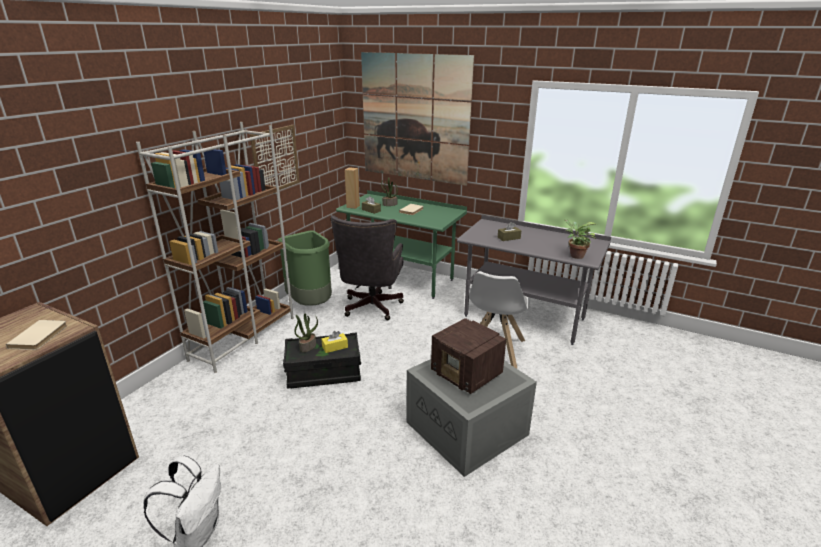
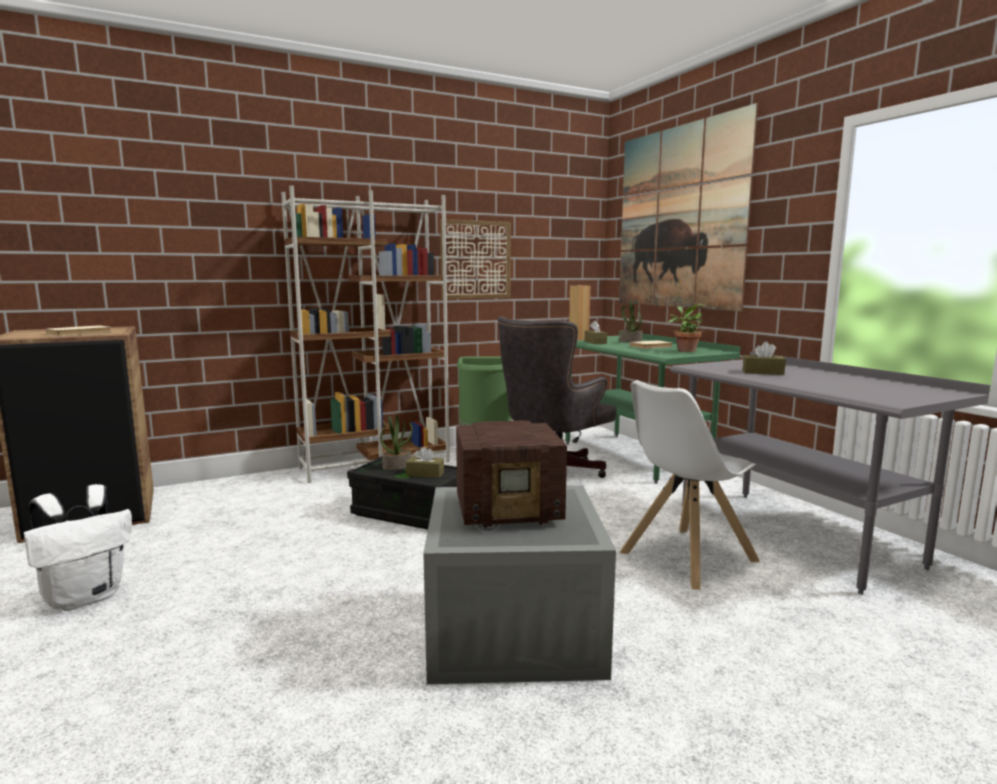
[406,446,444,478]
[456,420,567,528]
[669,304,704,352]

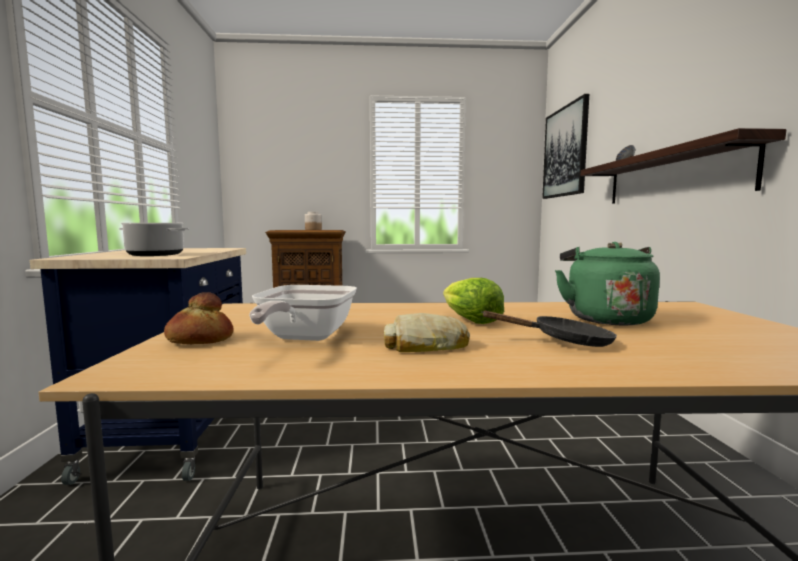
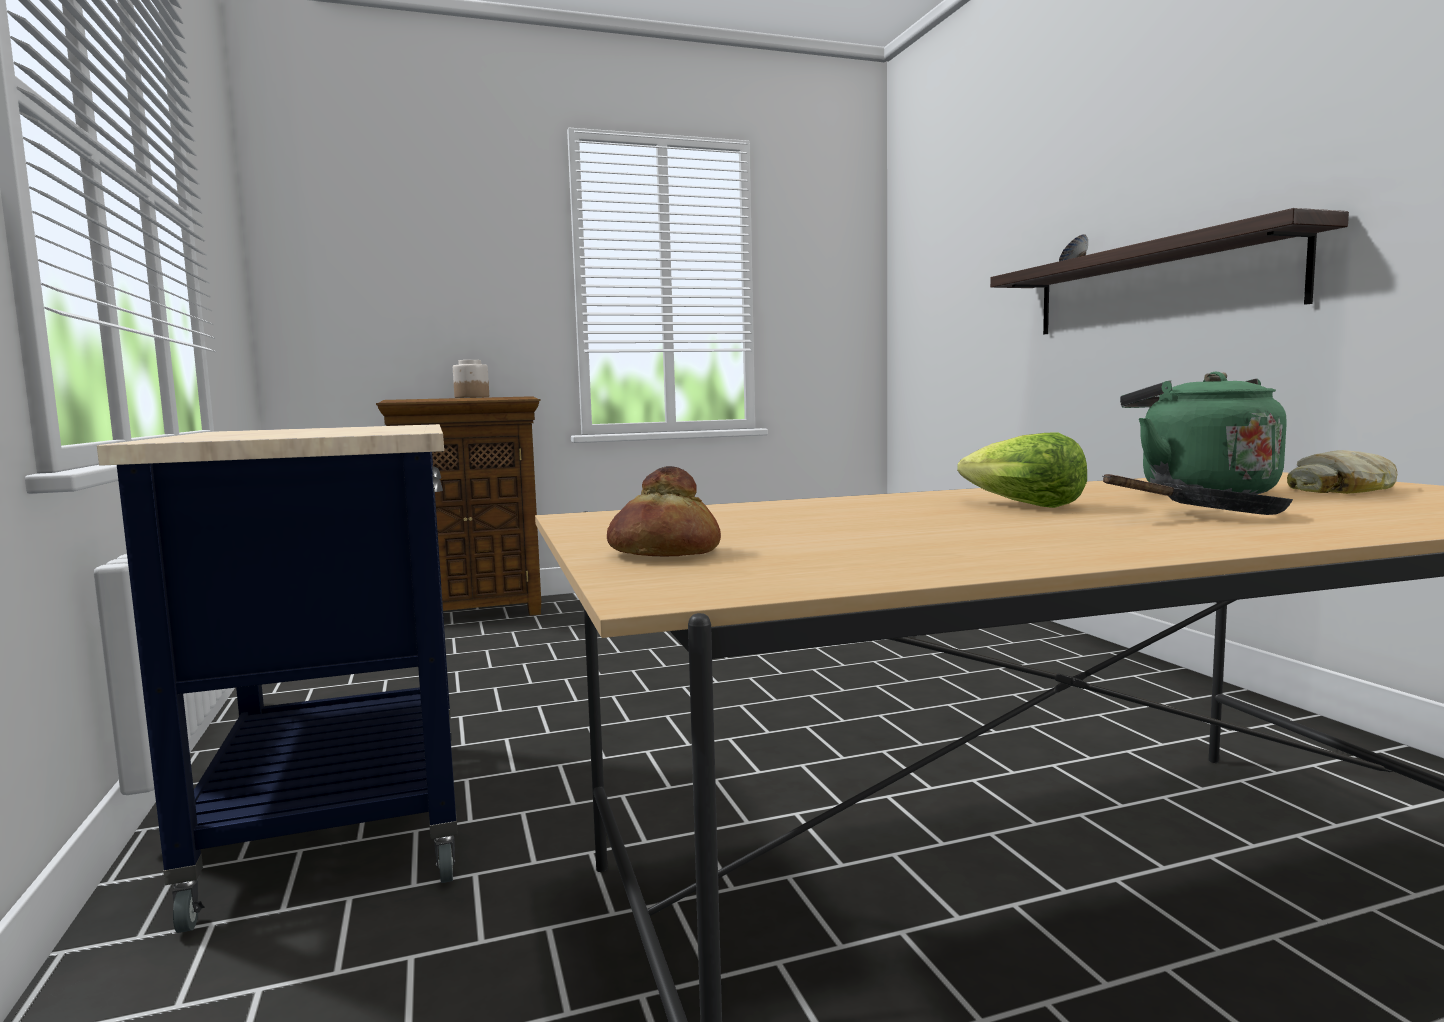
[119,223,189,256] (first image)
[249,285,357,341] (first image)
[1287,450,1397,494]
[542,94,589,199] (first image)

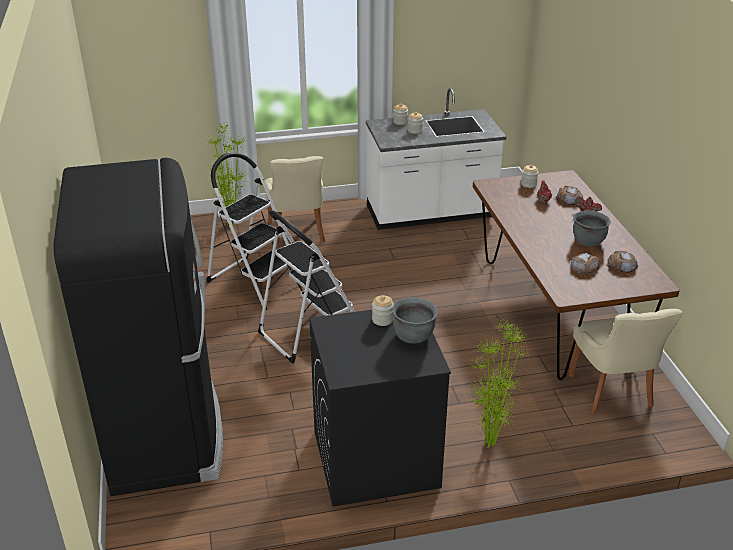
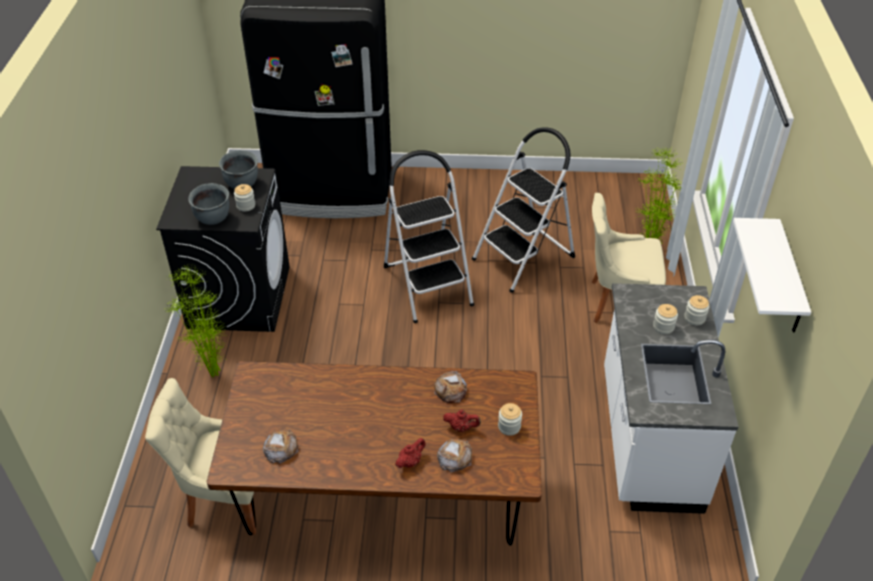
[434,371,467,403]
[219,150,258,189]
[733,218,811,333]

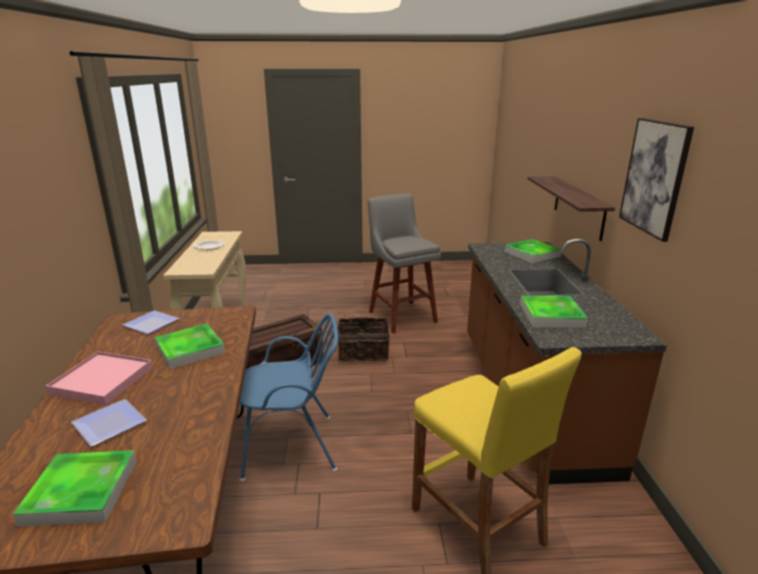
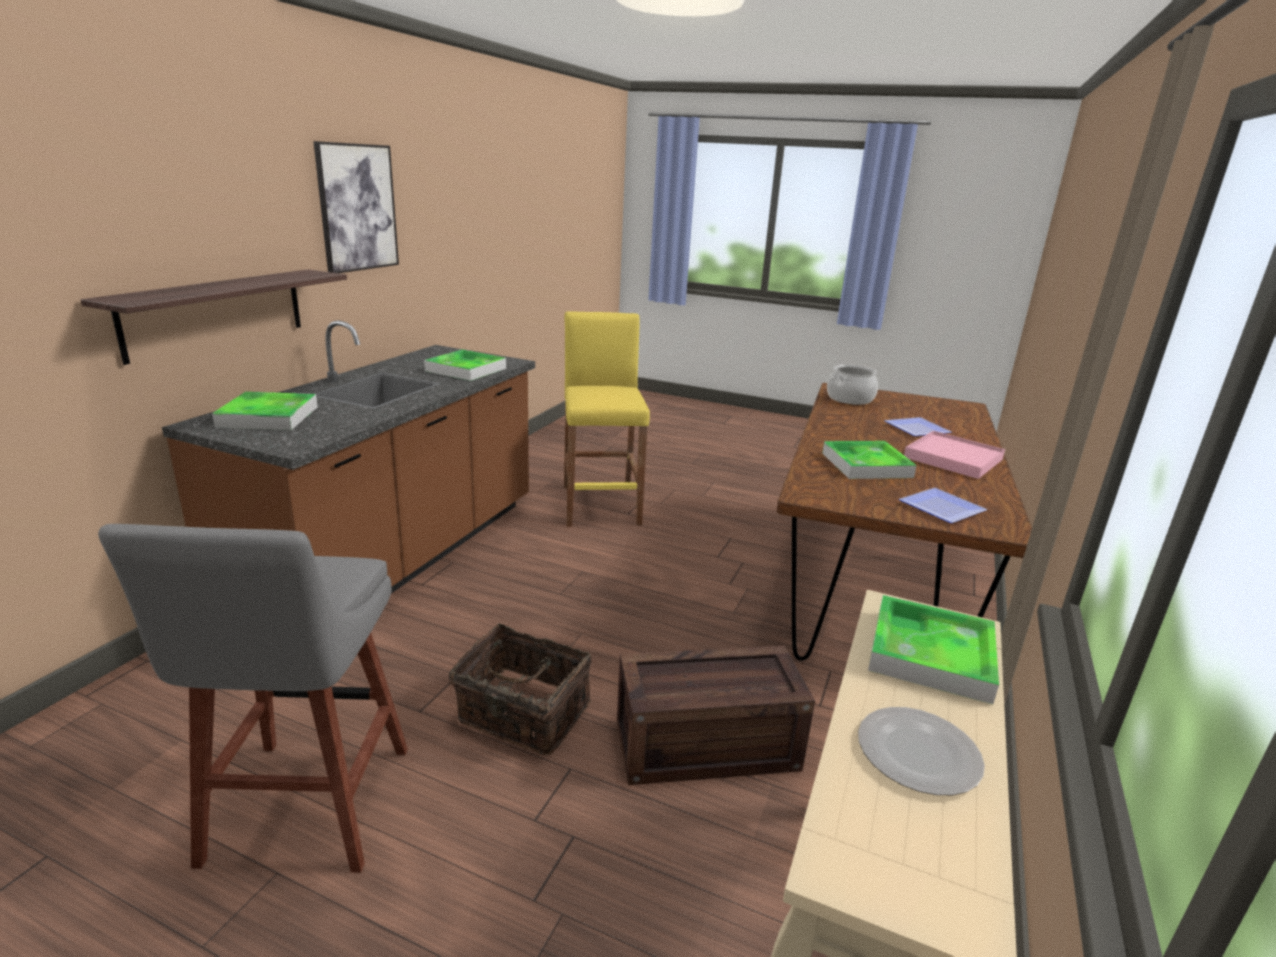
[868,595,999,704]
[240,313,338,481] (first image)
[827,365,878,405]

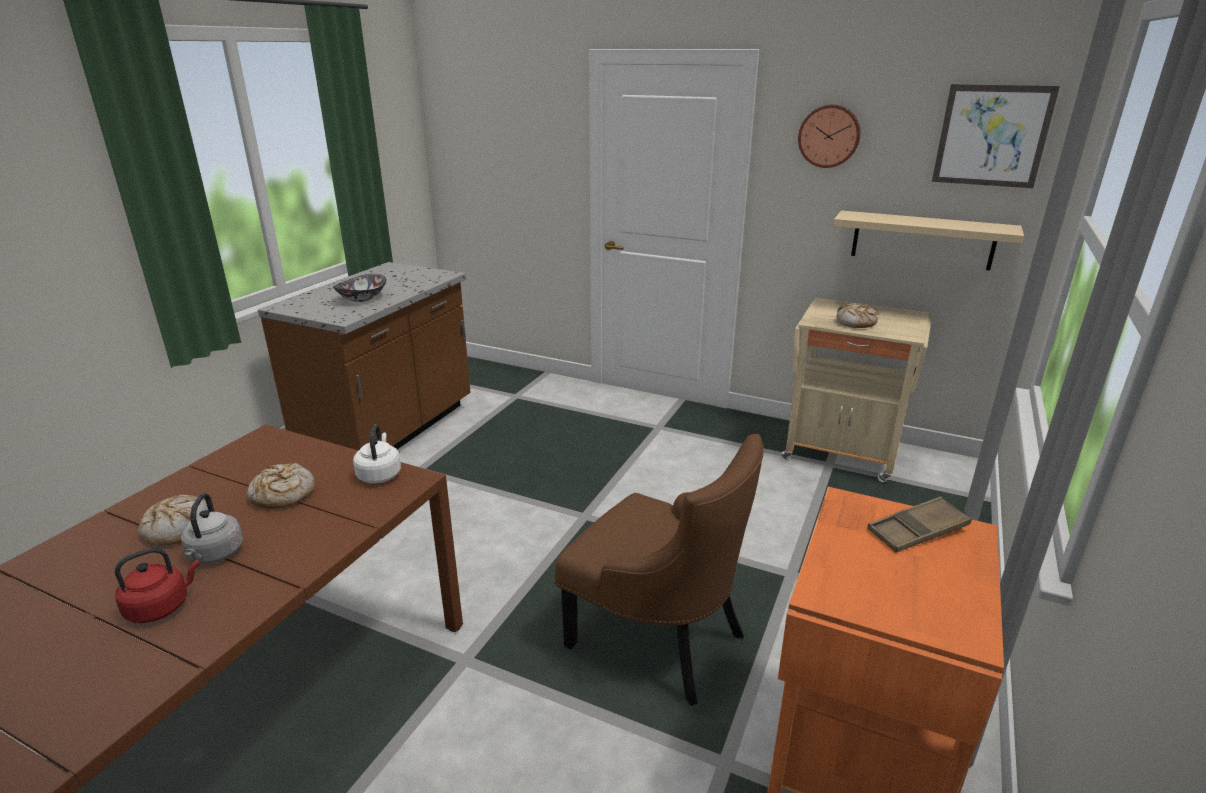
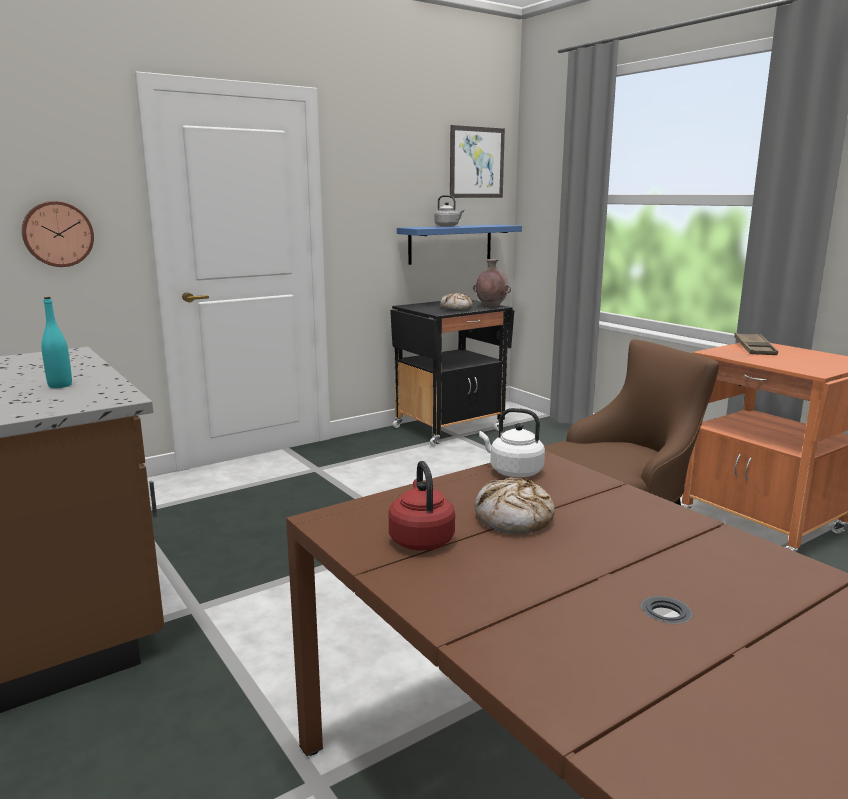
[389,461,455,550]
[138,495,208,545] (first image)
[435,195,464,227]
[41,297,72,388]
[390,300,514,446]
[22,201,94,267]
[397,225,522,265]
[473,259,511,307]

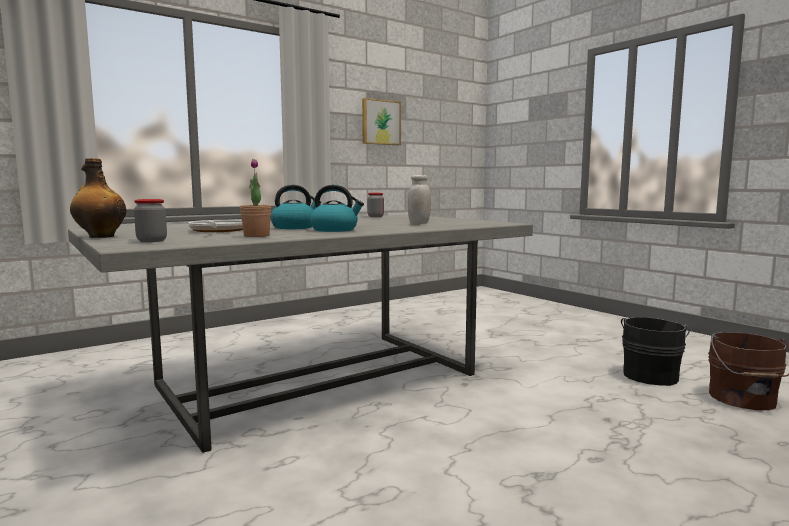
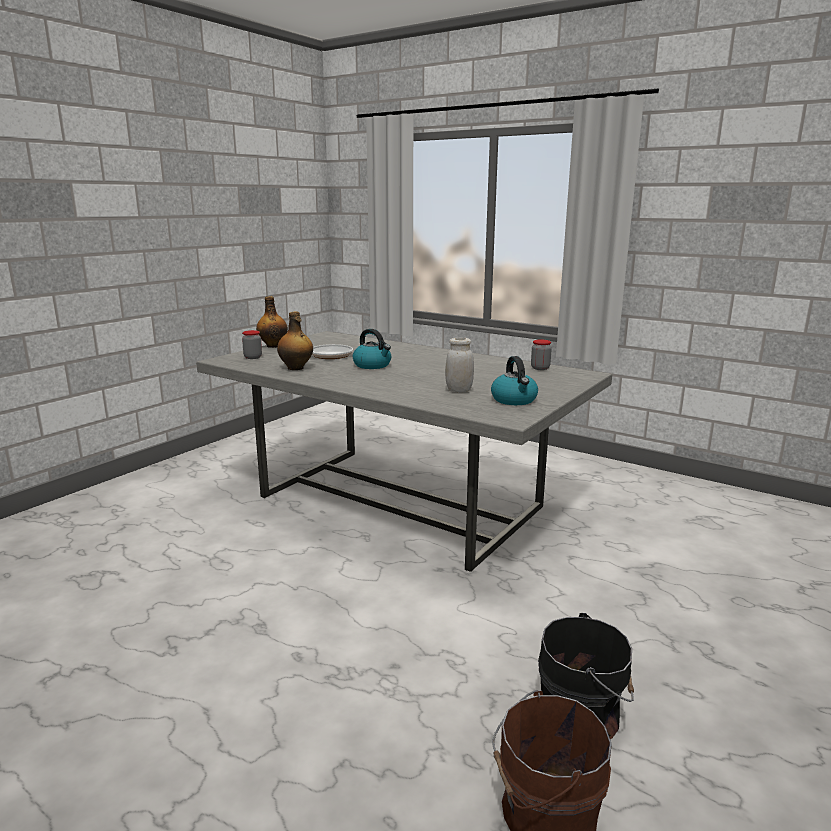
[277,312,313,370]
[491,356,538,405]
[362,98,401,145] (first image)

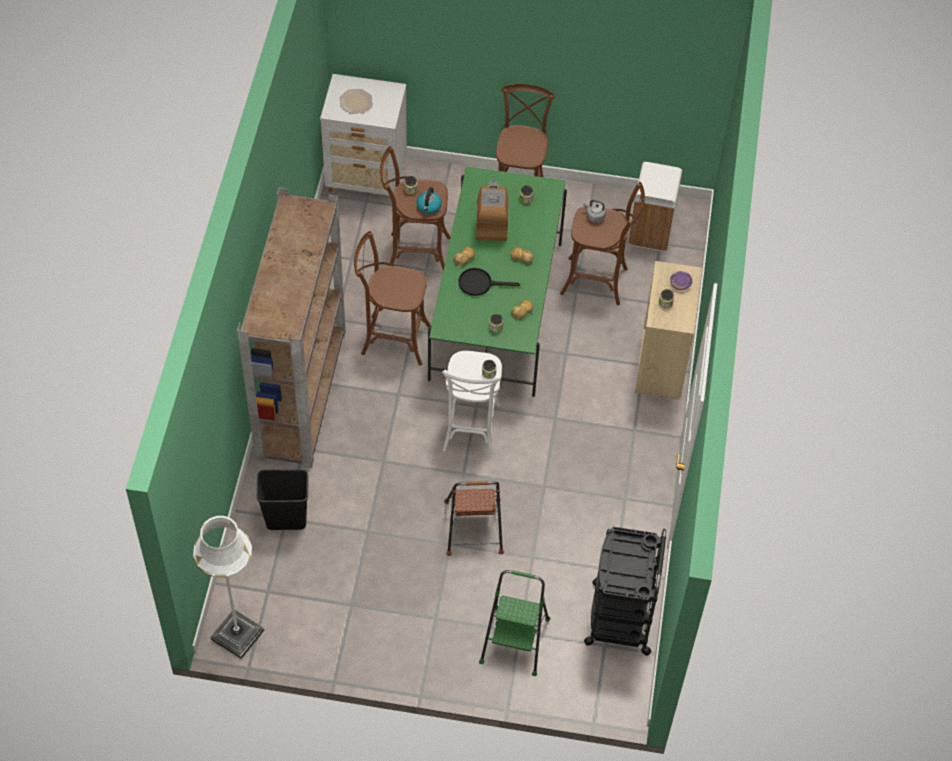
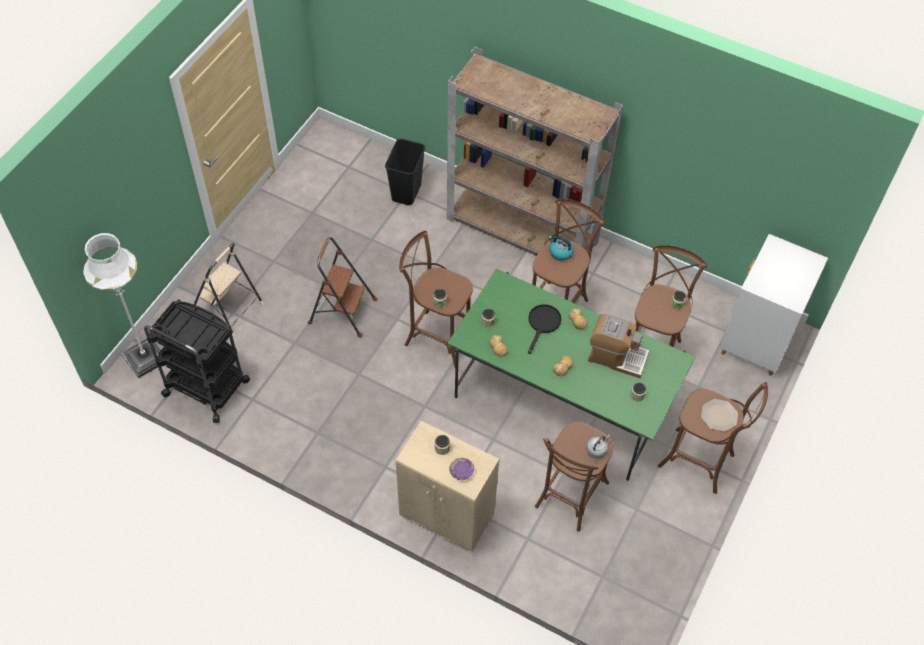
[83,233,161,378]
[701,399,738,432]
[548,236,574,261]
[399,231,473,367]
[194,243,265,338]
[628,162,682,251] (first image)

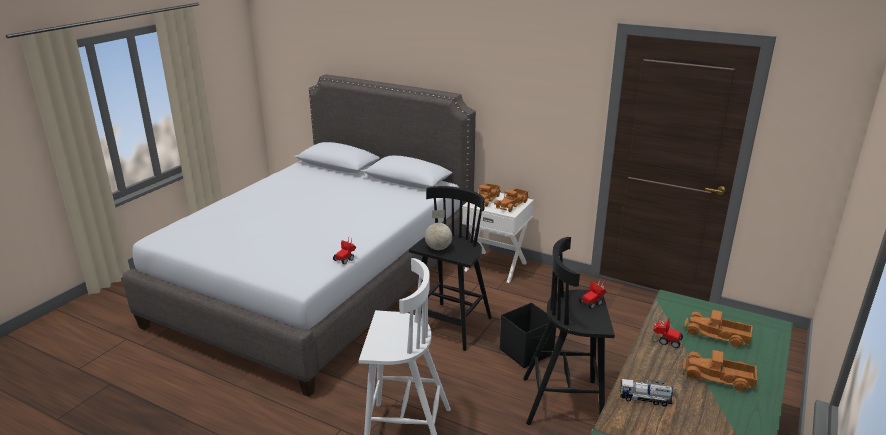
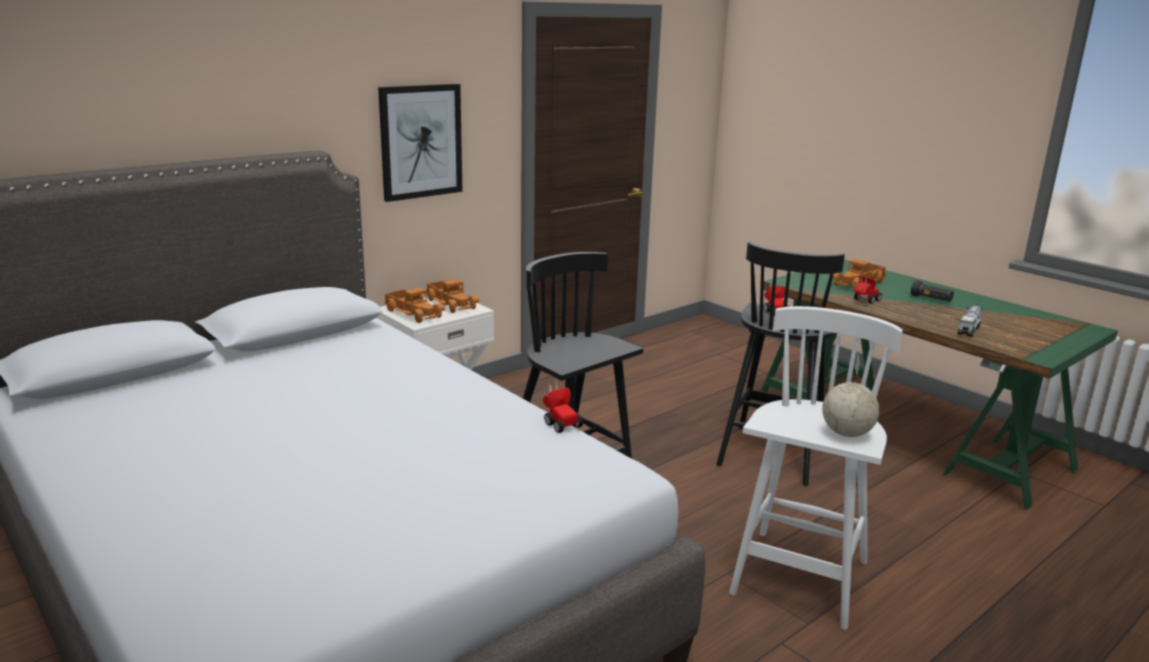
[822,354,879,437]
[500,303,556,368] (first image)
[911,280,954,302]
[378,84,462,202]

